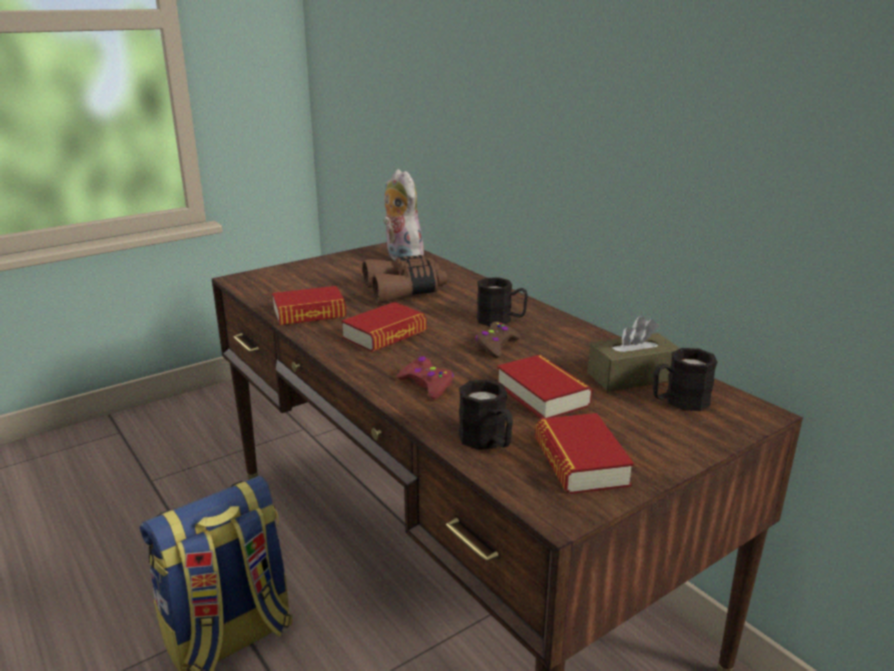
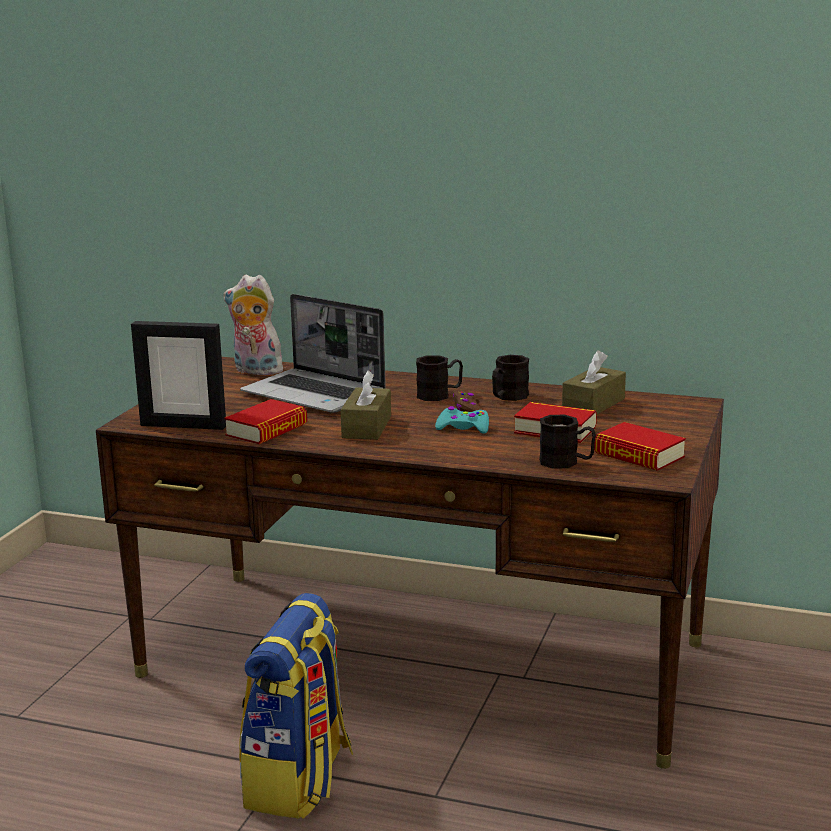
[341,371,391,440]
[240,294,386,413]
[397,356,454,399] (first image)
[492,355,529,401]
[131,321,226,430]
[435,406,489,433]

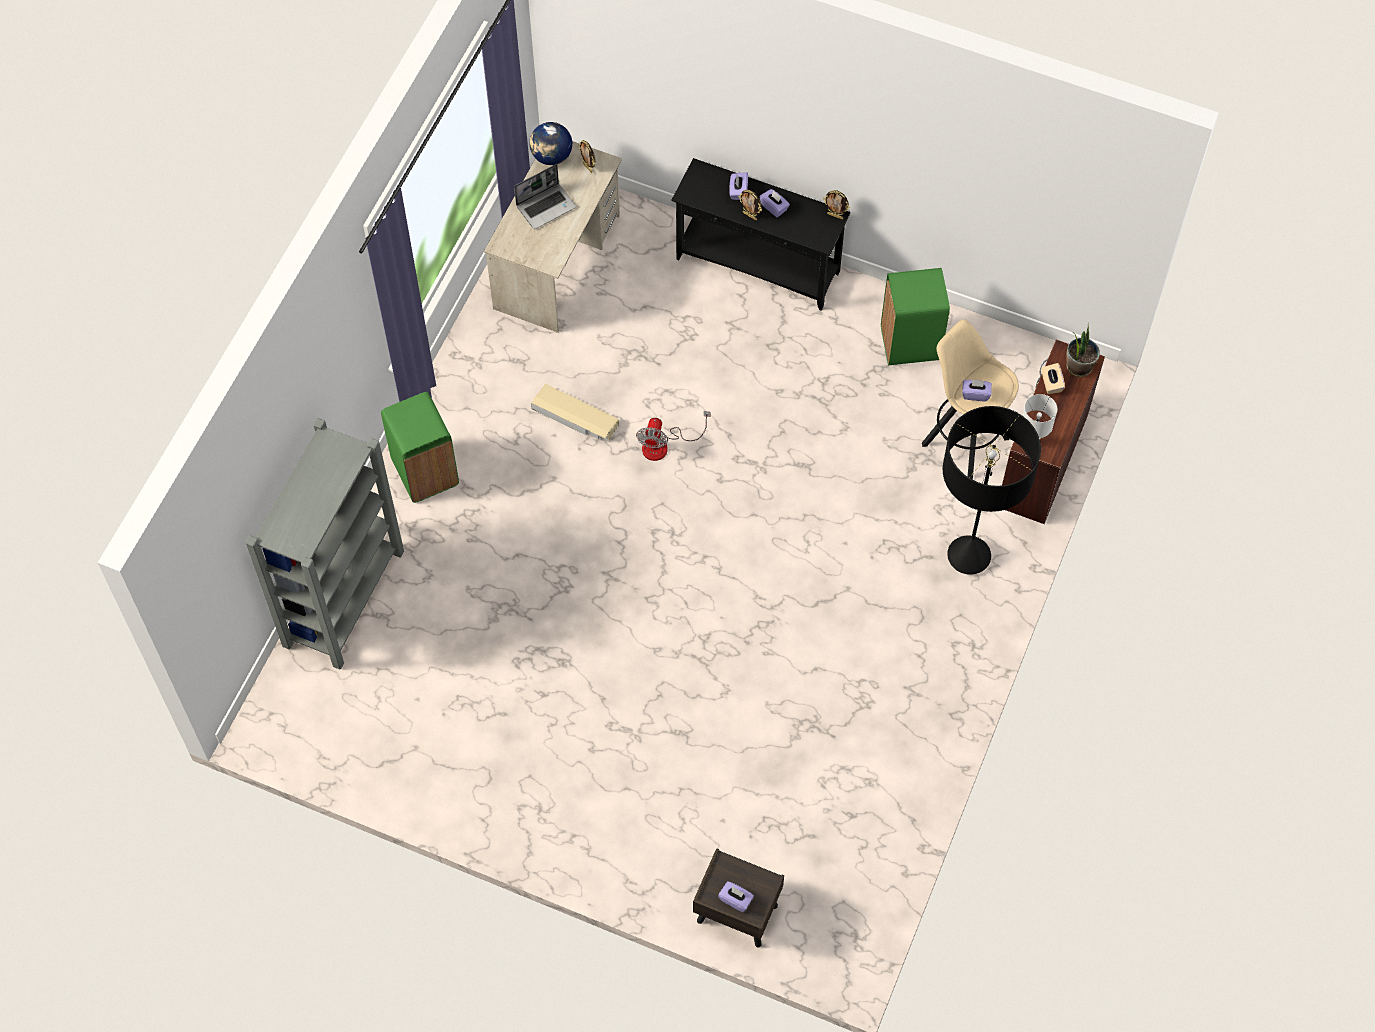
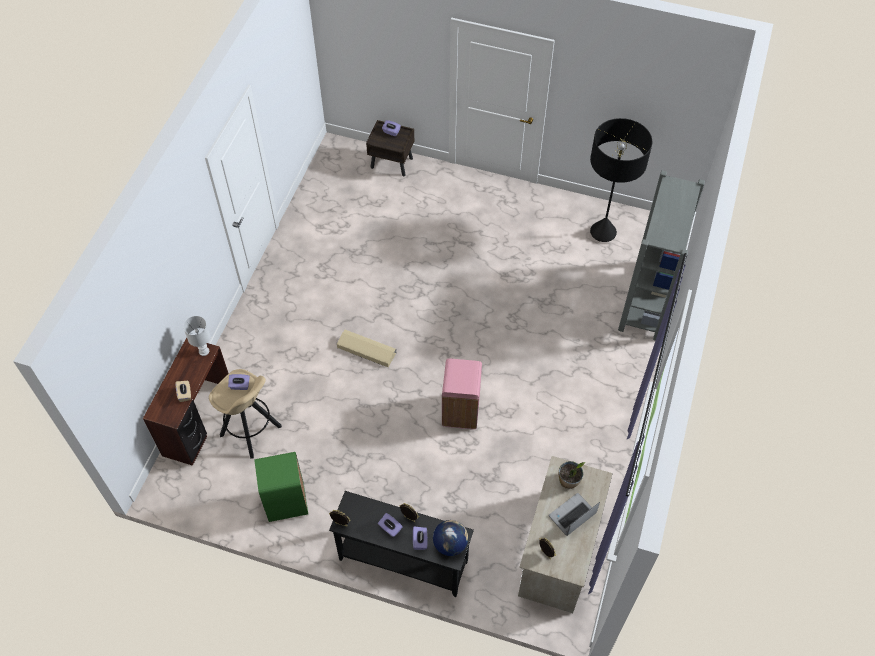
[381,392,459,503] (first image)
[433,520,468,556]
[337,330,396,367]
[442,359,482,429]
[590,118,652,242]
[559,461,586,489]

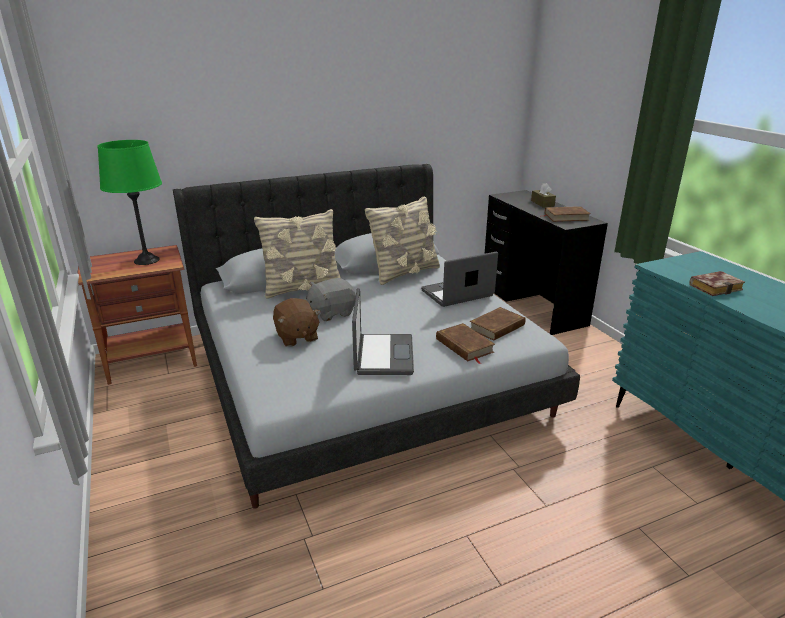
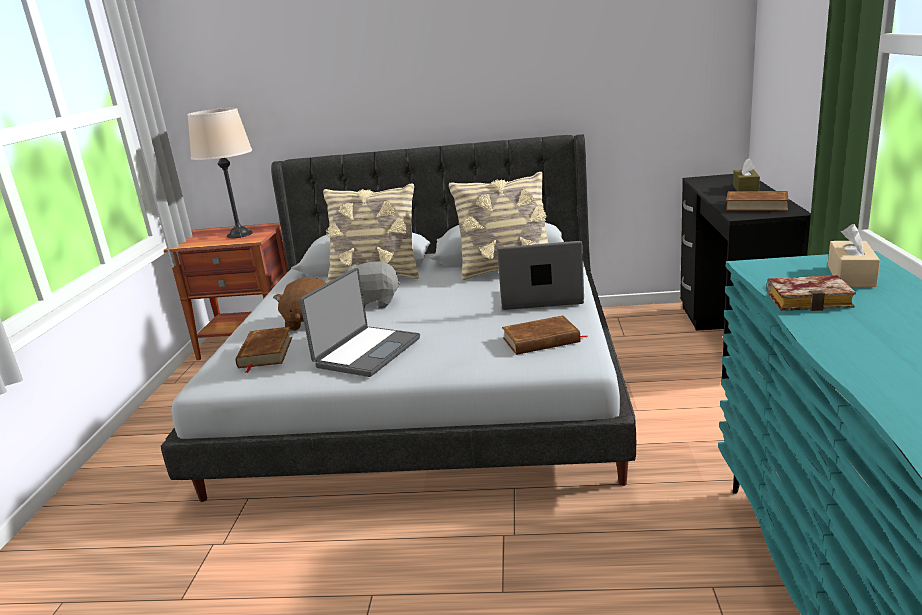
[187,108,253,238]
[235,327,292,373]
[828,224,880,287]

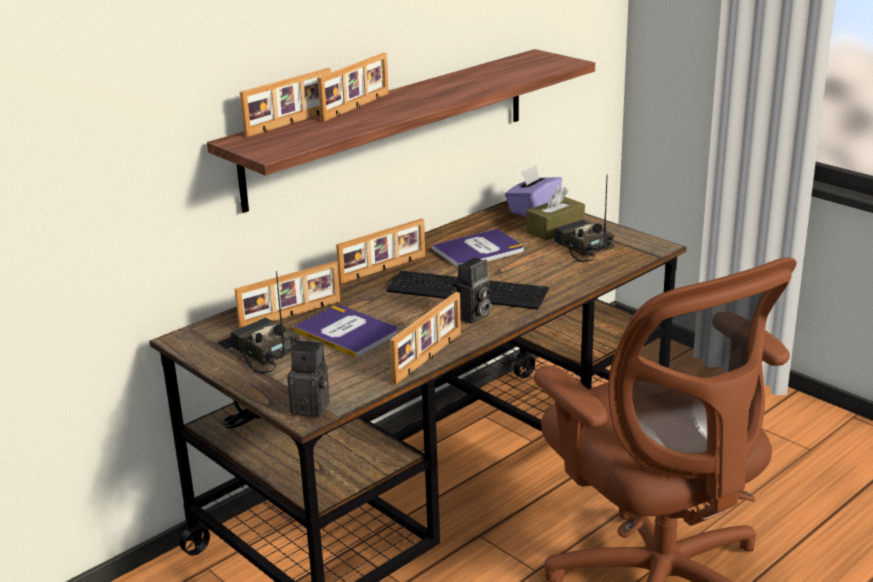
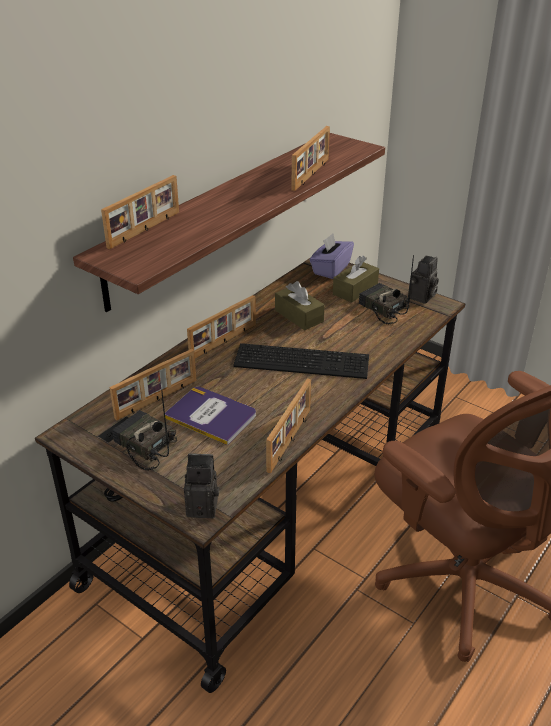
[291,126,330,191]
[275,281,325,330]
[408,255,439,304]

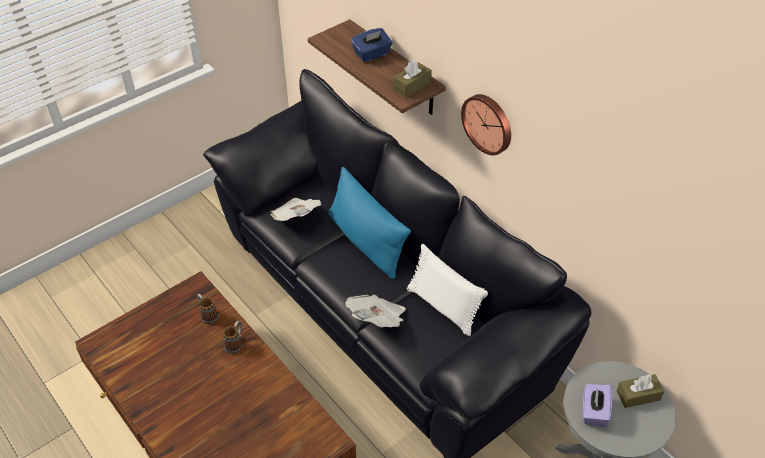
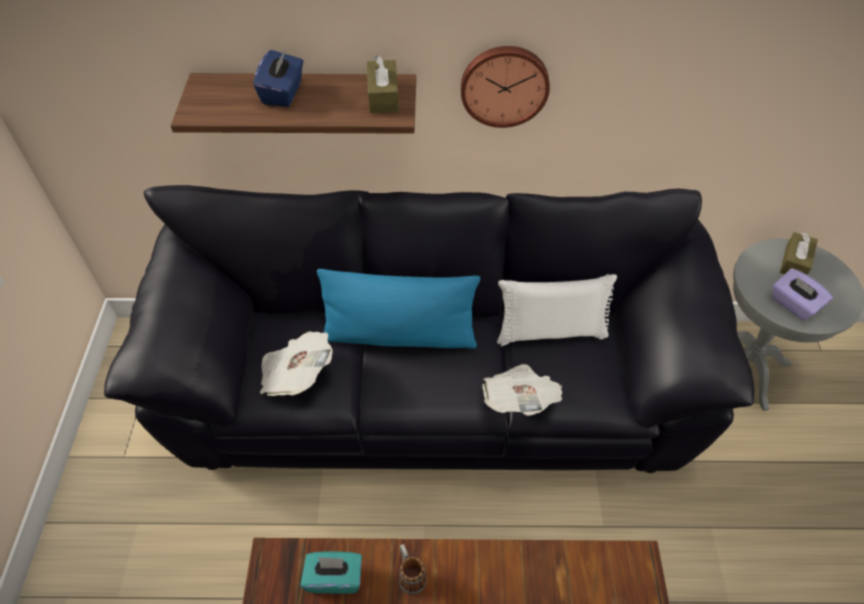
[300,551,362,594]

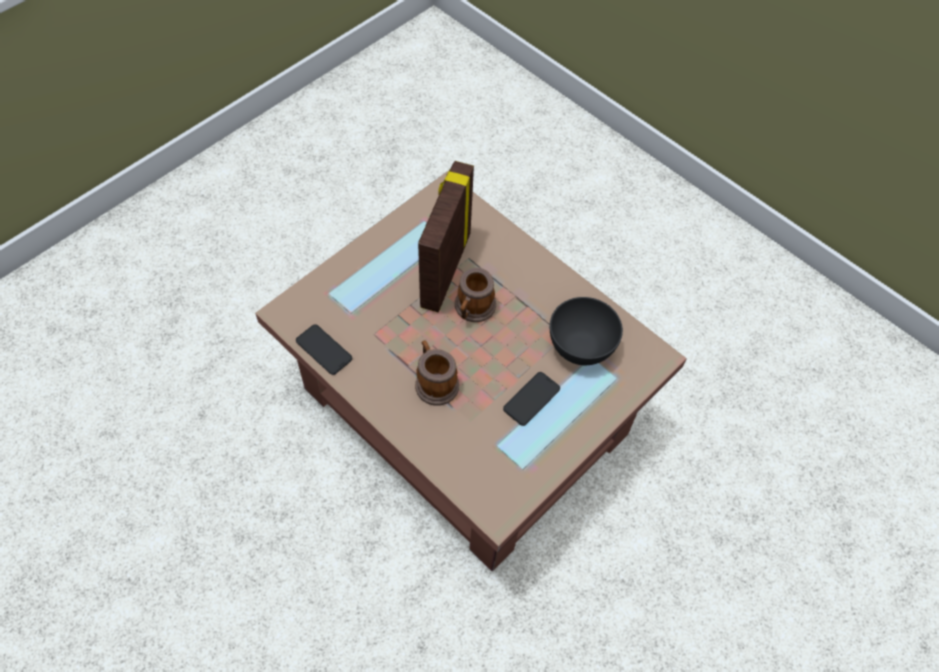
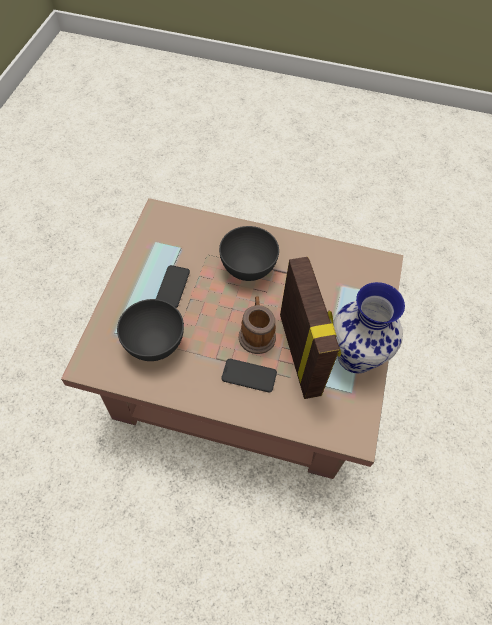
[222,359,277,393]
[219,226,279,281]
[333,282,405,374]

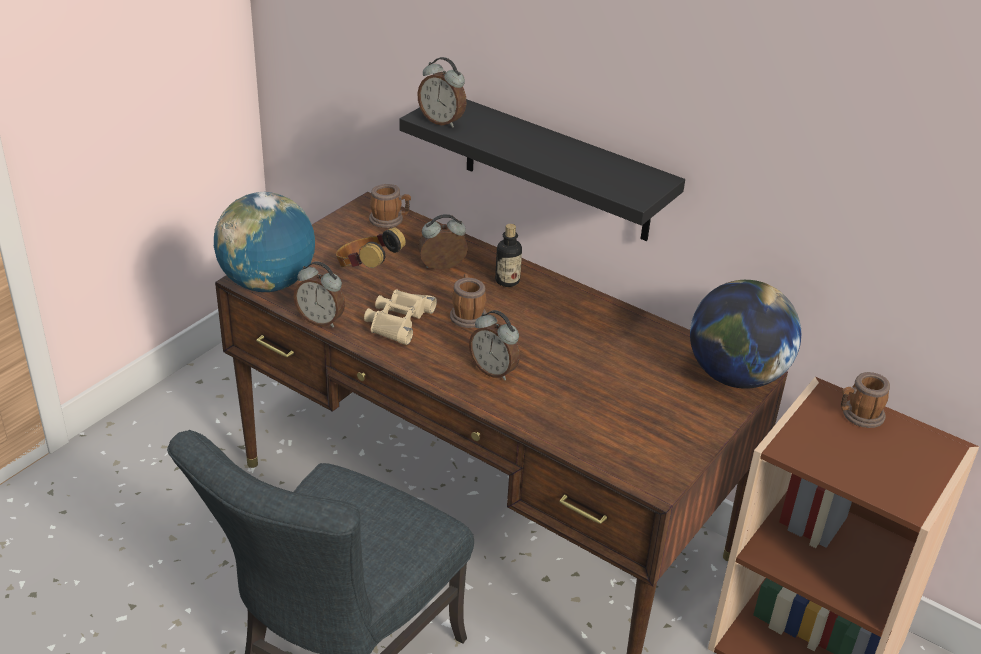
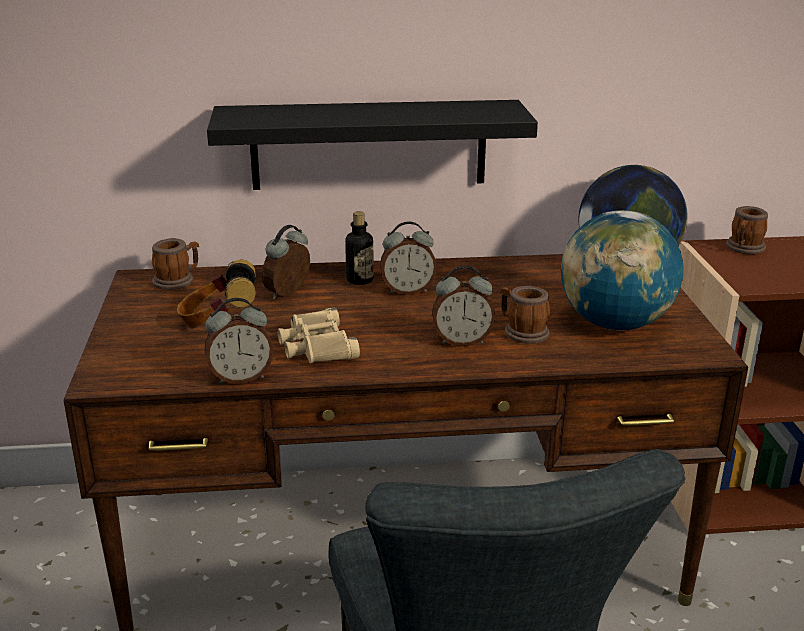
[561,210,684,331]
[380,221,437,295]
[500,286,550,344]

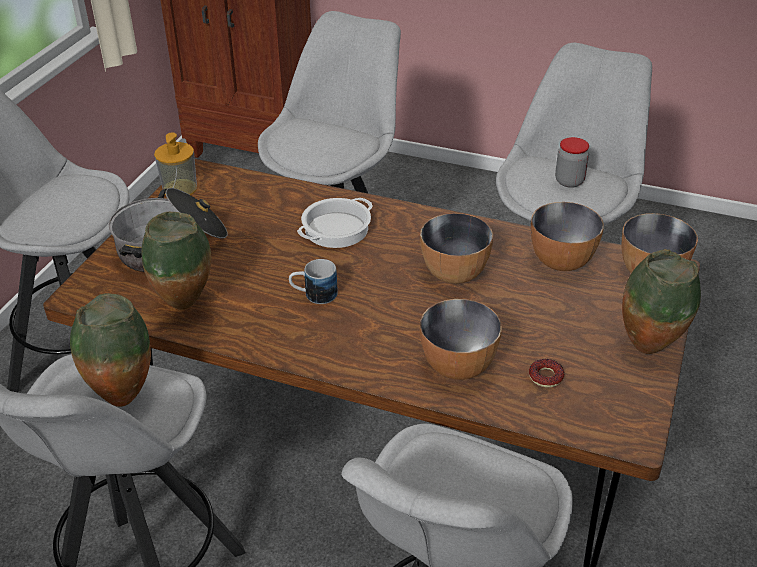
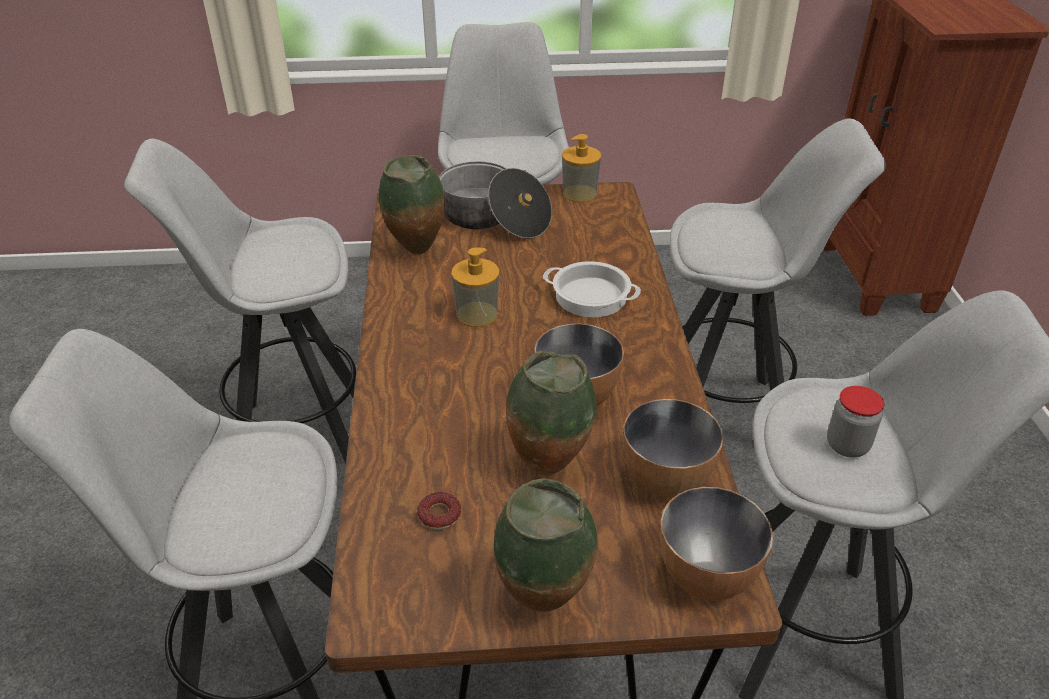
[506,350,596,476]
[451,248,499,327]
[420,299,502,380] (first image)

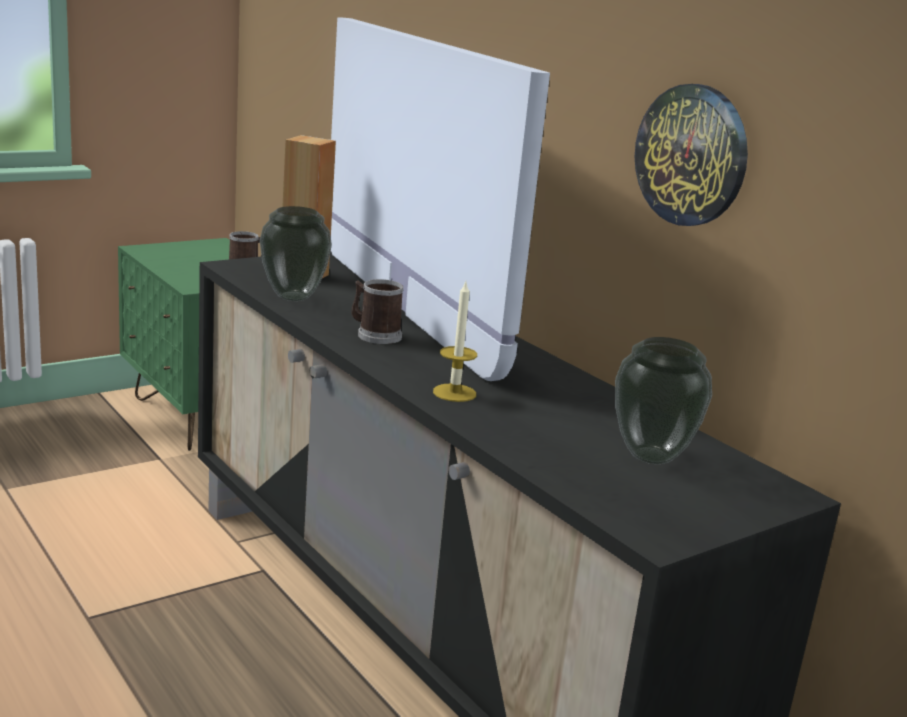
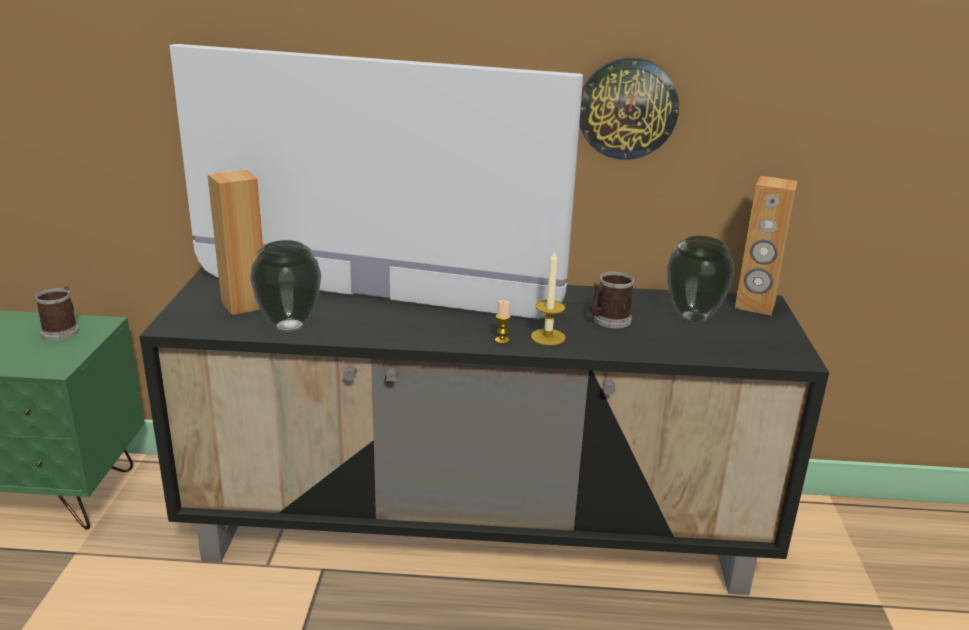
[590,272,634,328]
[495,300,511,344]
[735,176,797,315]

